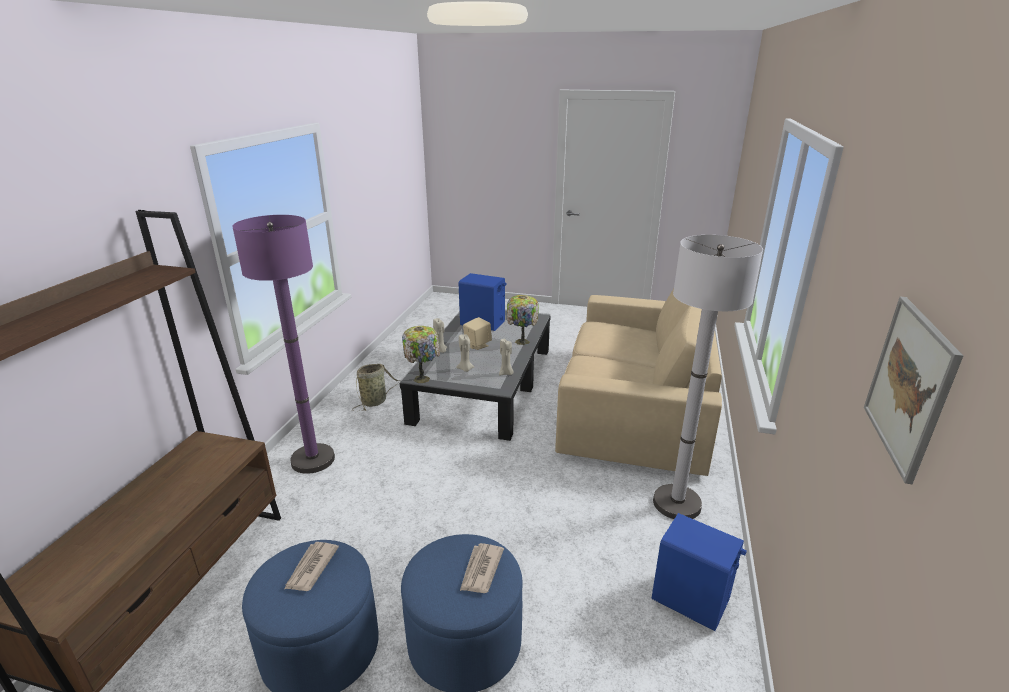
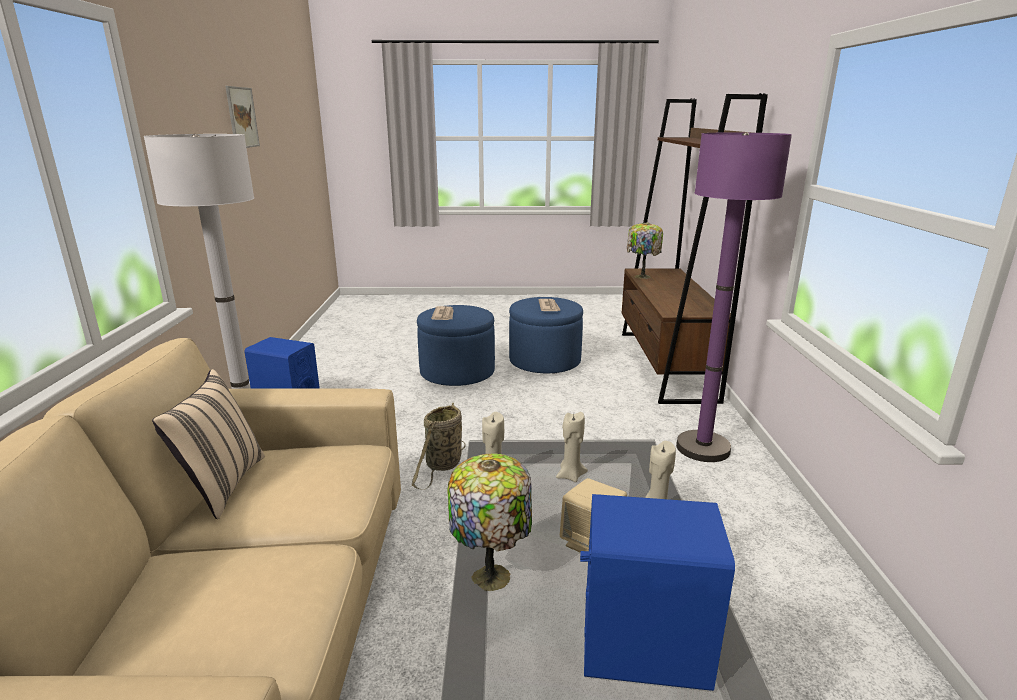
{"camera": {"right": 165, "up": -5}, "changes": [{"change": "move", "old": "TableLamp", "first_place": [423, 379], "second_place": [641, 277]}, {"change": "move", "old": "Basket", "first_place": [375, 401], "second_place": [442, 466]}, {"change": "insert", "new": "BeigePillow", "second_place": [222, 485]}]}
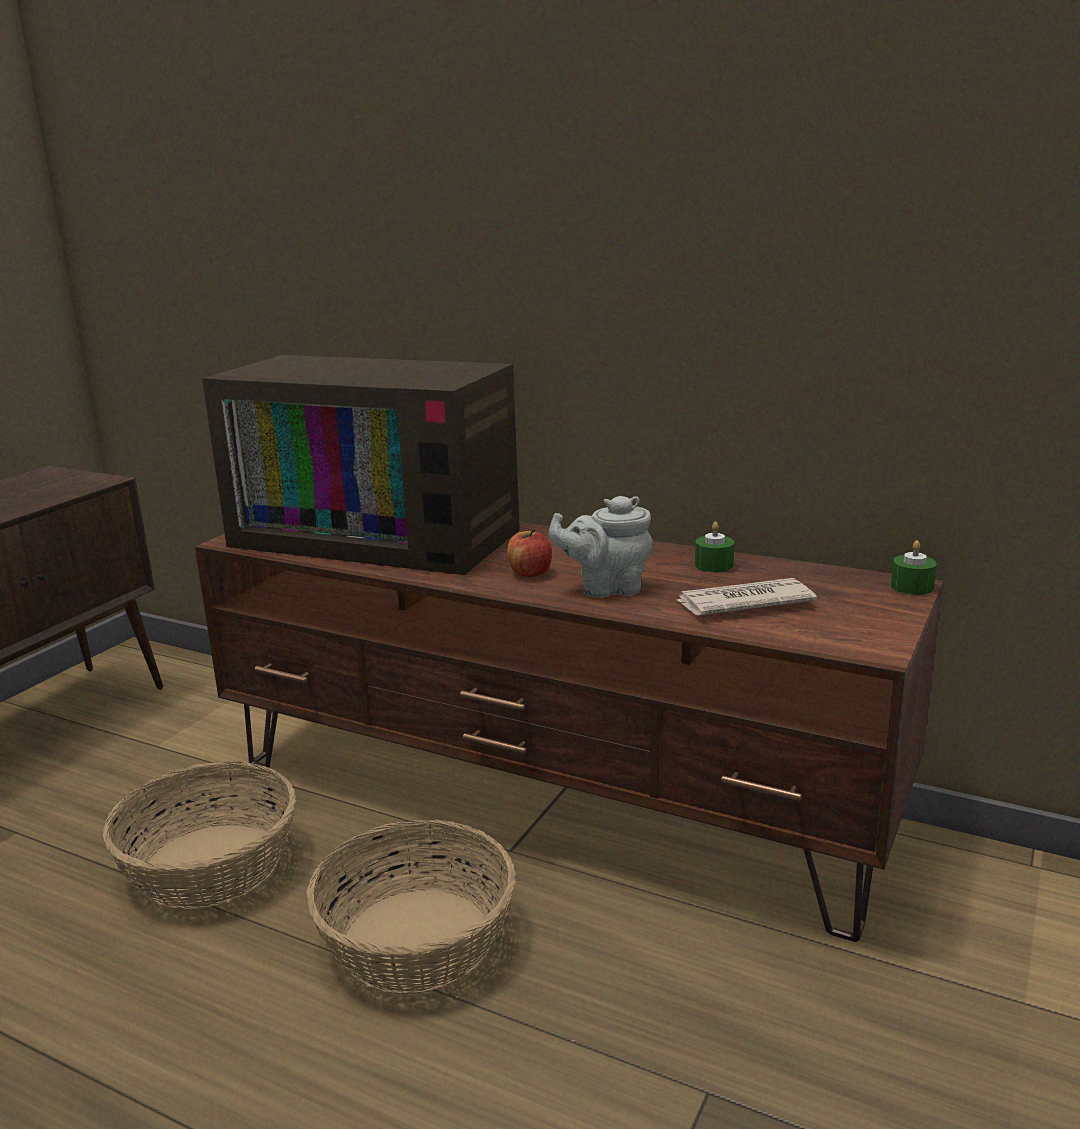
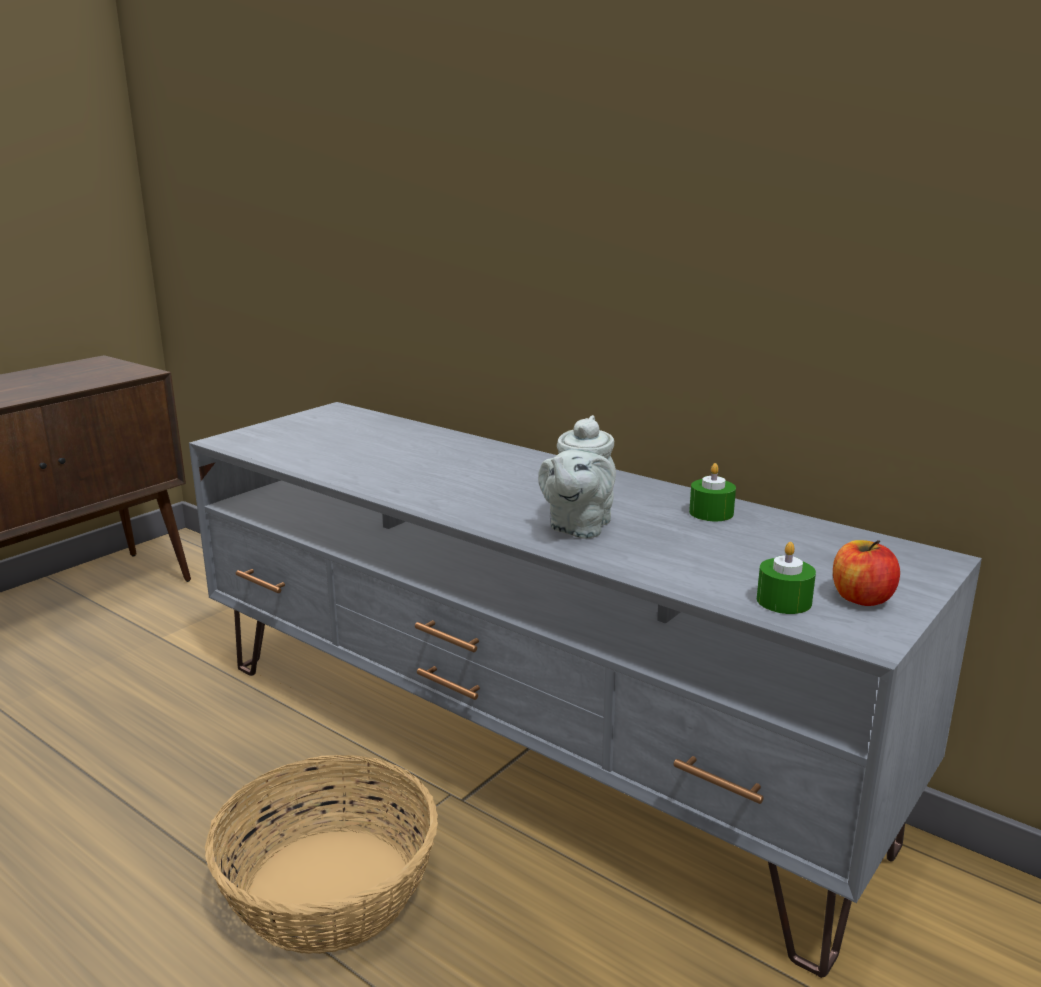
{"camera": {"right": 10, "up": 0}, "changes": [{"change": "delete", "old": "Television", "first_place": [381, 535]}, {"change": "rotate", "old": "GreyTeapot", "first_place": [606, 588], "second_place": [578, 527], "degrees": -75}, {"change": "recolor", "old": "BrownTvStand", "new": "GreyTvStand", "first_place": [551, 798], "second_place": [524, 746]}, {"change": "move", "old": "Apple", "first_place": [529, 573], "second_place": [861, 598]}, {"change": "move", "old": "GreenCandle", "first_place": [912, 586], "second_place": [784, 601]}, {"change": "delete", "old": "Newspaper", "first_place": [742, 602]}, {"change": "delete", "old": "Basket", "first_place": [211, 865]}]}
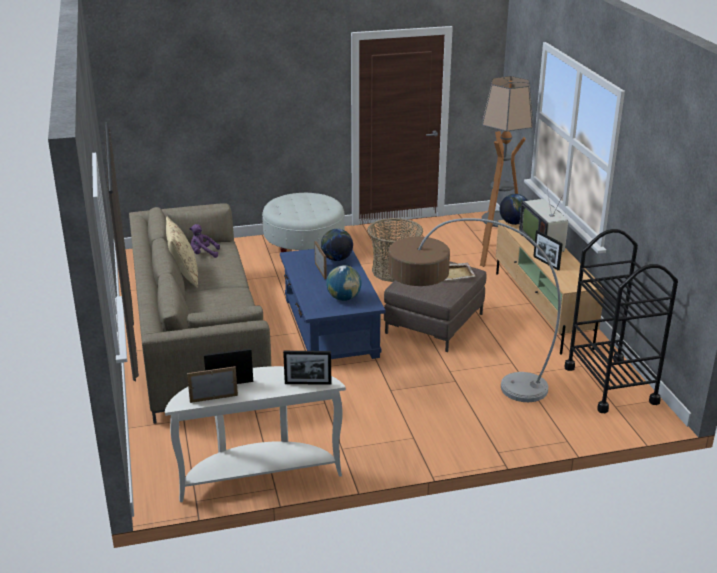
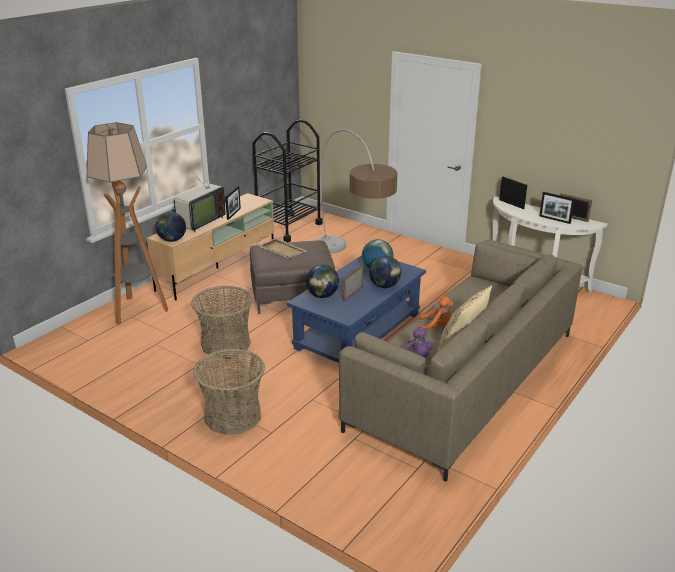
{"camera": {"right": -130, "up": 0}, "changes": [{"change": "replace", "old": "WhiteOttoman", "new": "Basket", "first_place": [304, 248], "second_place": [233, 416]}, {"change": "insert", "new": "Globe", "second_place": [384, 286]}, {"change": "insert", "new": "OrangePlushToy", "second_place": [436, 327]}]}
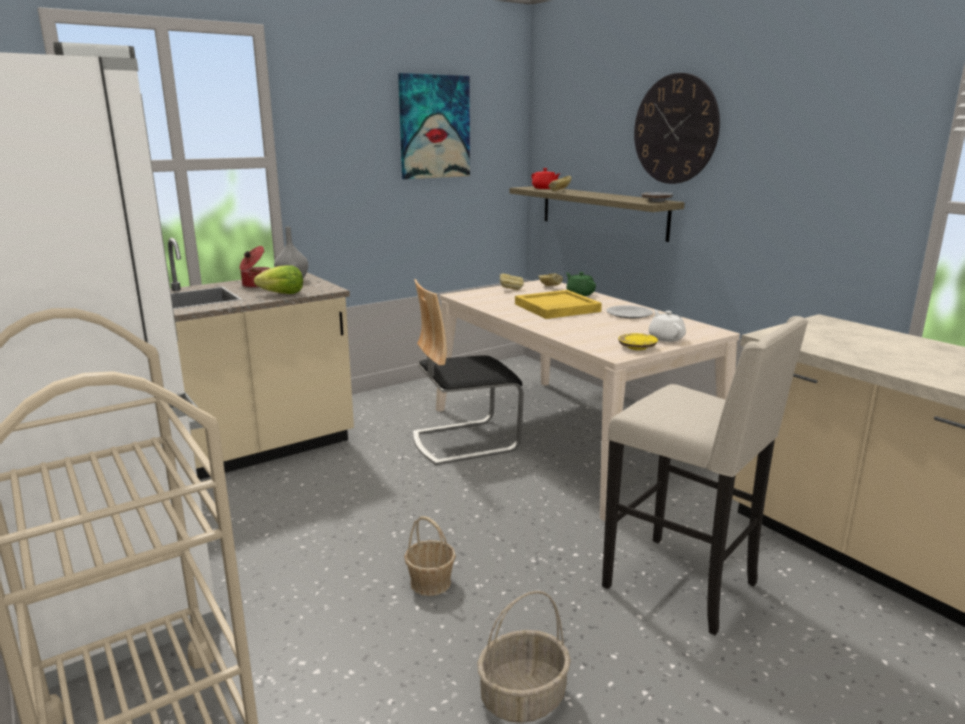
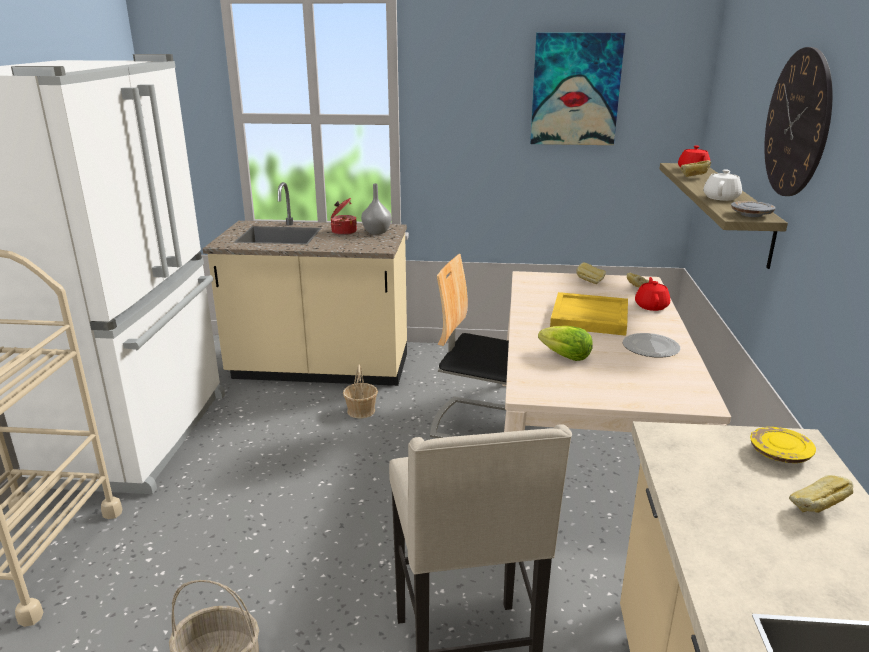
{"camera": {"right": 40, "up": 5}, "changes": [{"change": "move", "old": "Lettuce", "first_place": [283, 294], "second_place": [566, 357]}, {"change": "recolor", "old": "GreenTeapot", "new": "RedTeapot", "first_place": [580, 294], "second_place": [651, 306]}, {"change": "move", "old": "WhiteTeapot", "first_place": [666, 338], "second_place": [721, 198]}, {"change": "move", "old": "YellowPlate", "first_place": [637, 347], "second_place": [779, 454]}, {"change": "move", "old": "Basket", "first_place": [430, 582], "second_place": [361, 411]}, {"change": "insert", "new": "Bread", "second_place": [817, 510]}]}
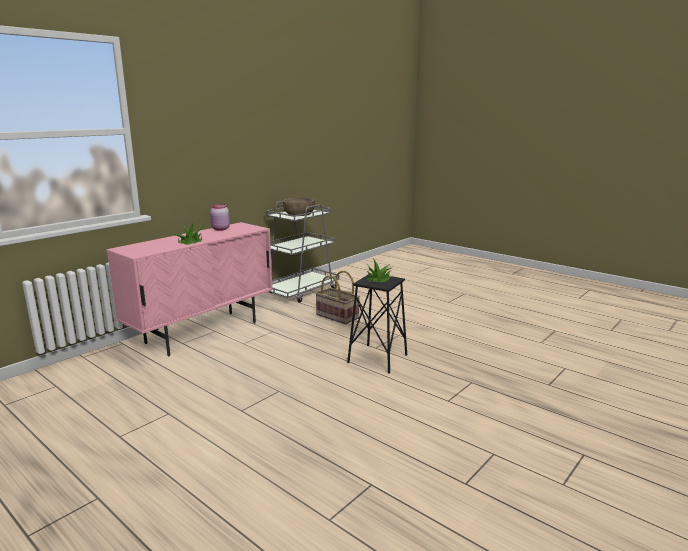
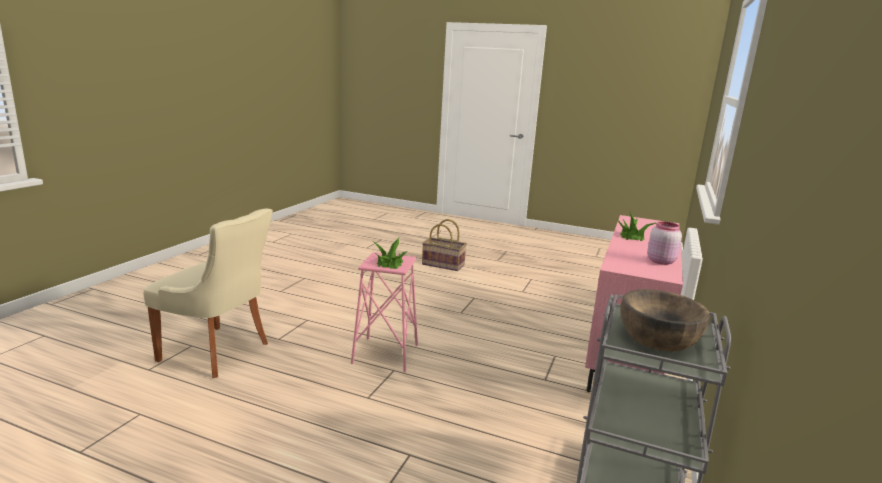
{"camera": {"right": 160, "up": 0}, "changes": [{"change": "move", "old": "Basket", "first_place": [336, 316], "second_place": [443, 264]}, {"change": "recolor", "old": "BlackStool", "new": "PinkStool", "first_place": [377, 358], "second_place": [385, 354]}, {"change": "insert", "new": "BeigeChair", "second_place": [218, 352]}]}
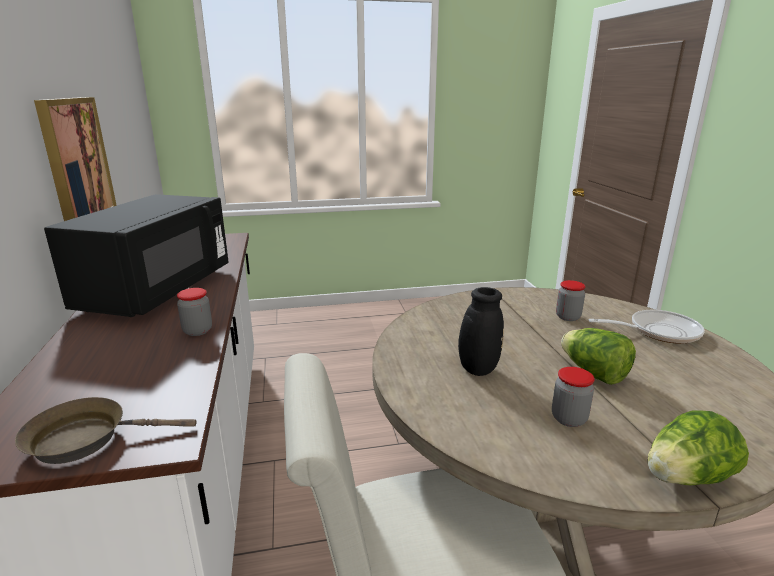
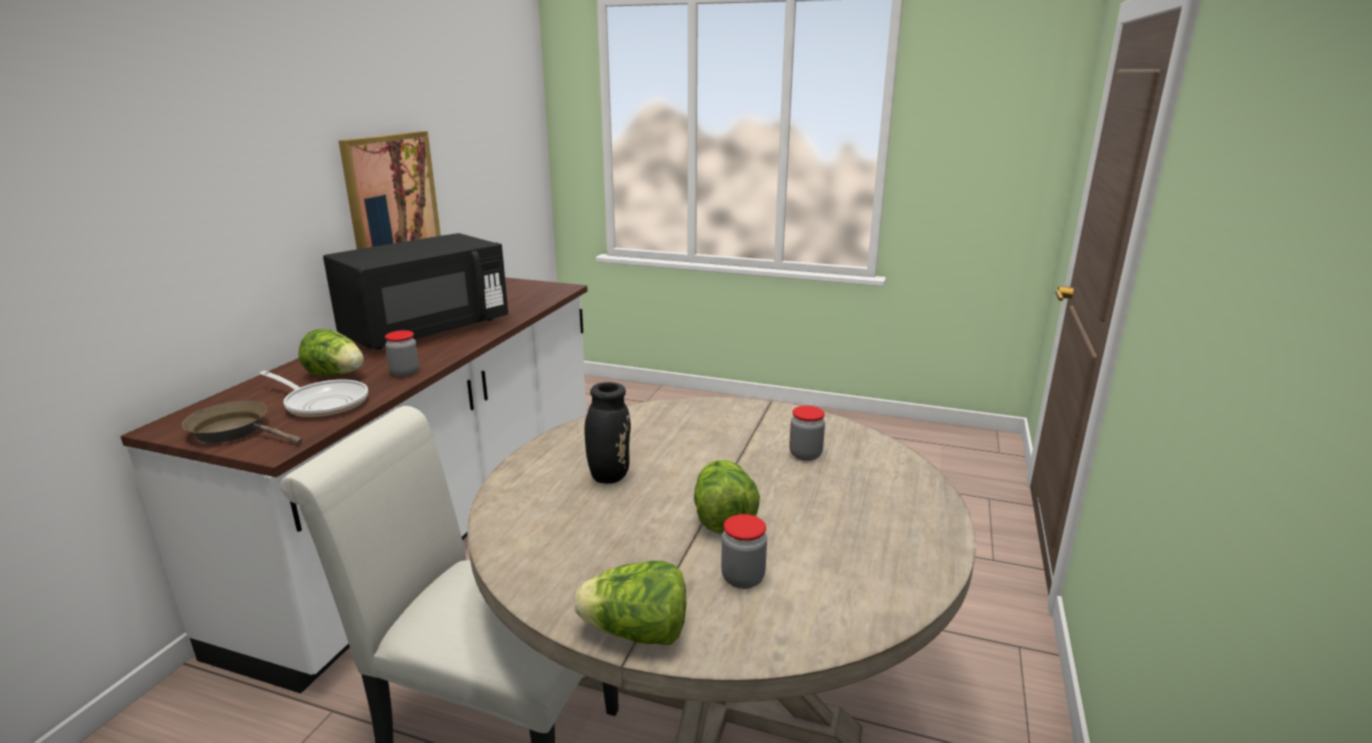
{"camera": {"right": 30, "up": 0}, "changes": [{"change": "move", "old": "FryingPan", "first_place": [658, 331], "second_place": [323, 403]}, {"change": "move", "old": "Jar", "first_place": [569, 418], "second_place": [743, 578]}, {"change": "insert", "new": "Lettuce", "second_place": [336, 375]}]}
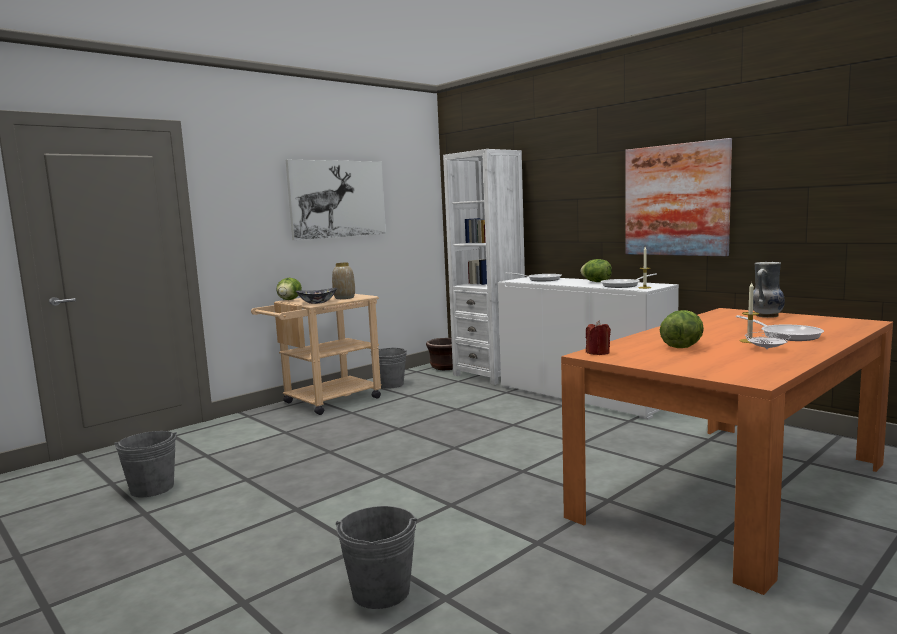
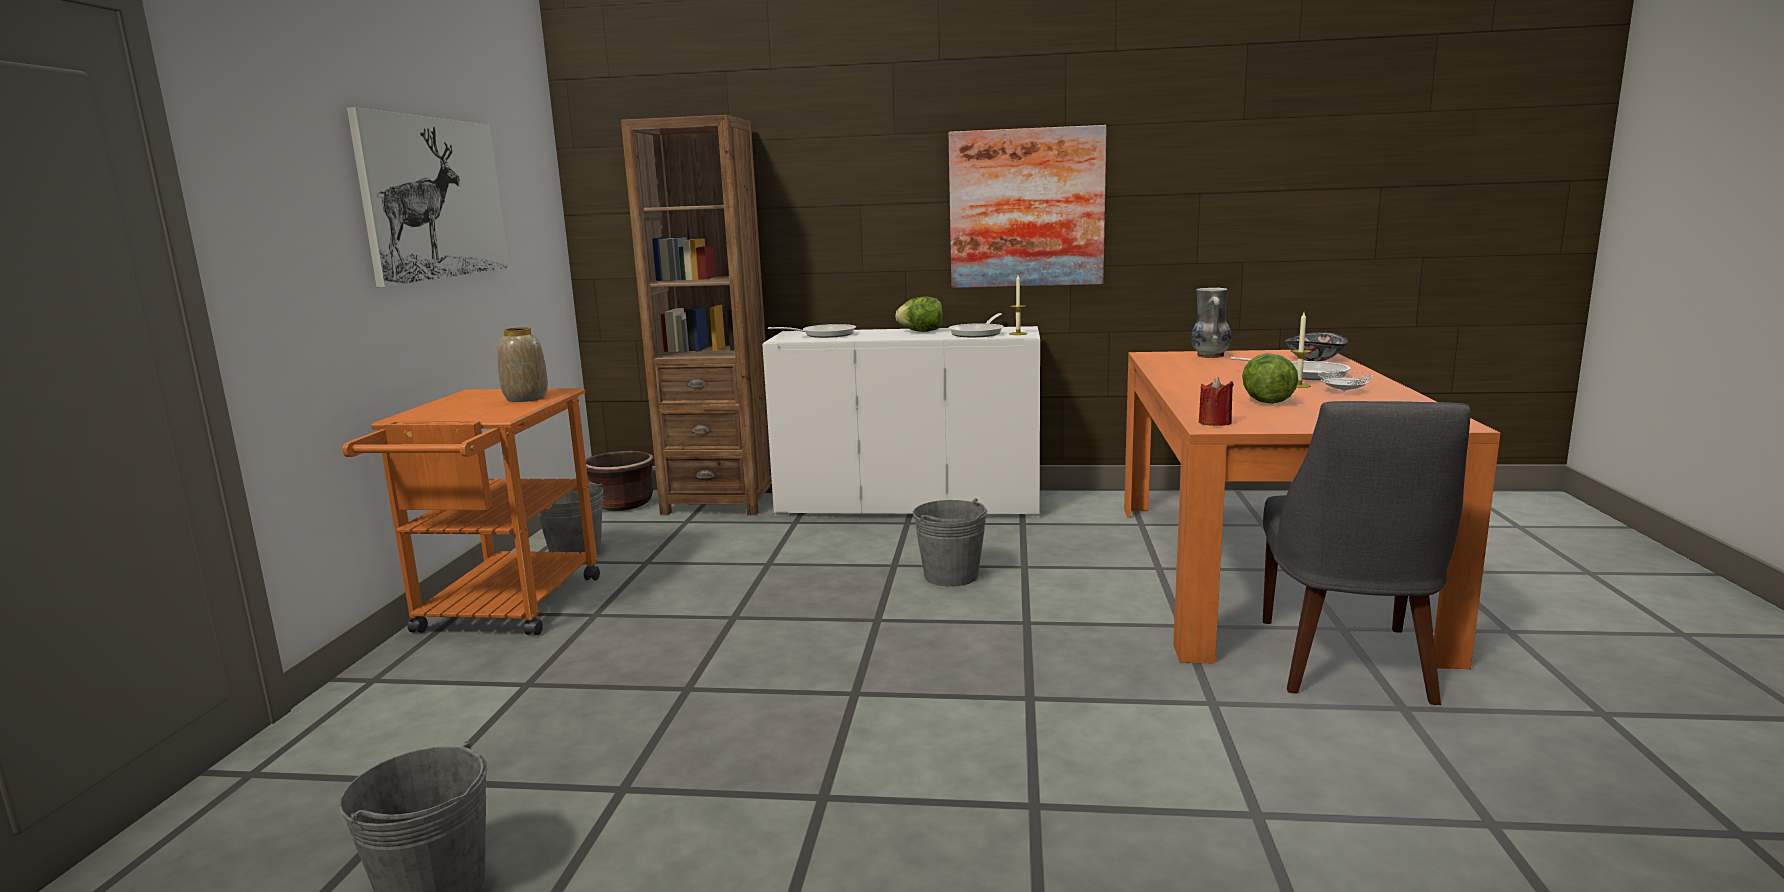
{"camera": {"right": -40, "up": 5}, "changes": [{"change": "recolor", "old": "WhiteBookcase", "new": "BrownBookcase", "first_place": [490, 375], "second_place": [719, 502]}, {"change": "delete", "old": "Lettuce", "first_place": [289, 300]}, {"change": "move", "old": "Bowl", "first_place": [317, 302], "second_place": [1314, 359]}, {"change": "recolor", "old": "BeigeCart", "new": "OrangeCart", "first_place": [325, 402], "second_place": [502, 611]}, {"change": "move", "old": "GreyBucket", "first_place": [381, 591], "second_place": [951, 576]}, {"change": "insert", "new": "GreyChair", "second_place": [1346, 664]}]}
